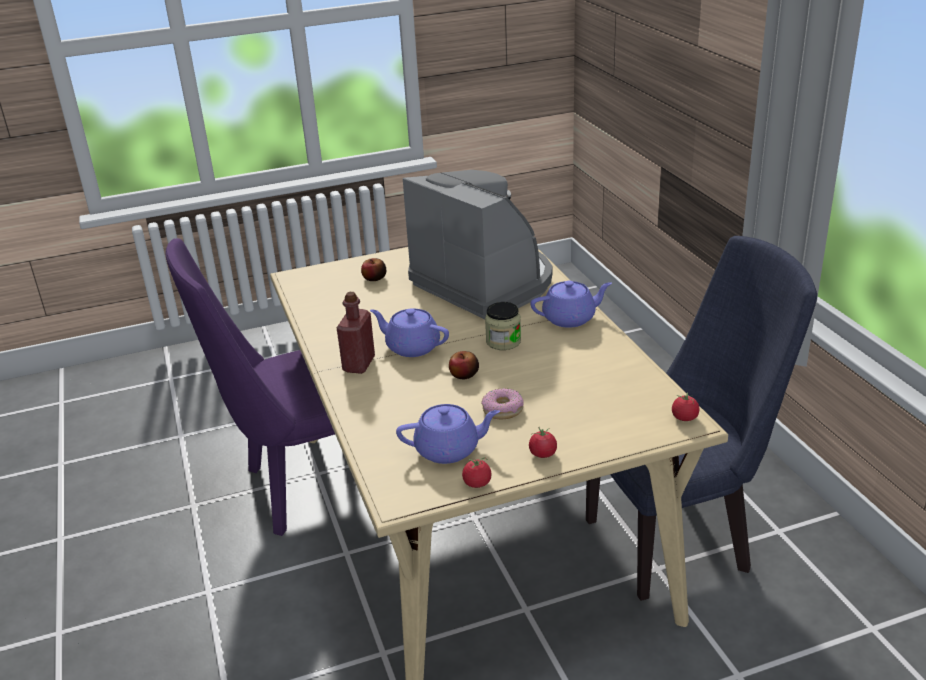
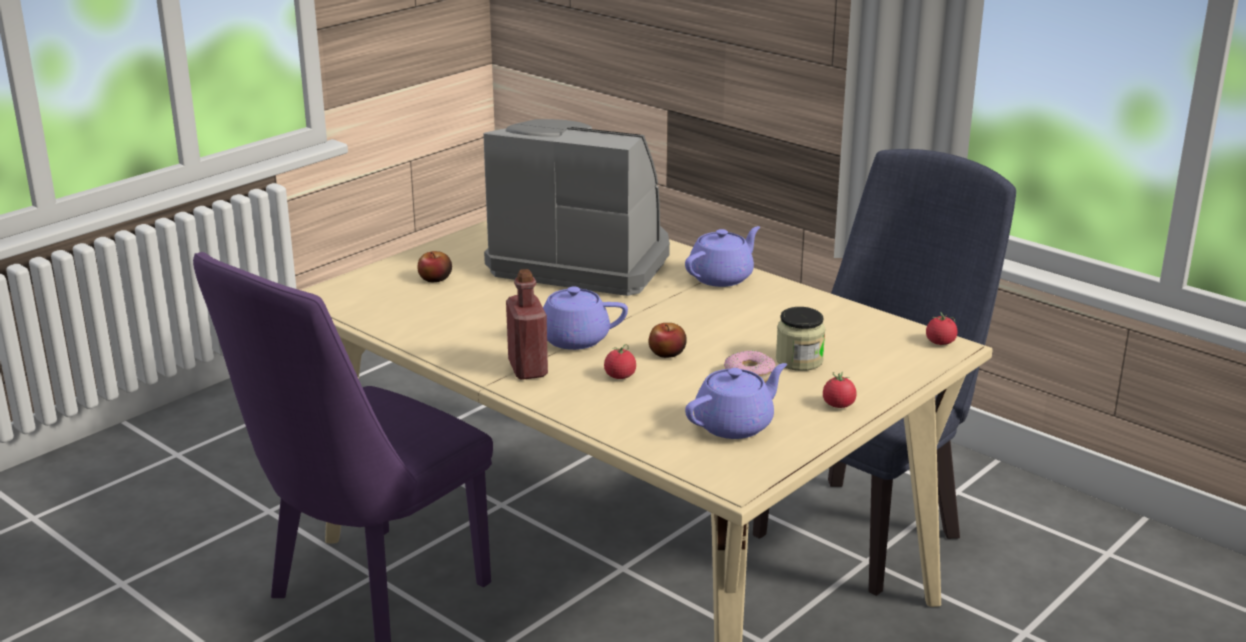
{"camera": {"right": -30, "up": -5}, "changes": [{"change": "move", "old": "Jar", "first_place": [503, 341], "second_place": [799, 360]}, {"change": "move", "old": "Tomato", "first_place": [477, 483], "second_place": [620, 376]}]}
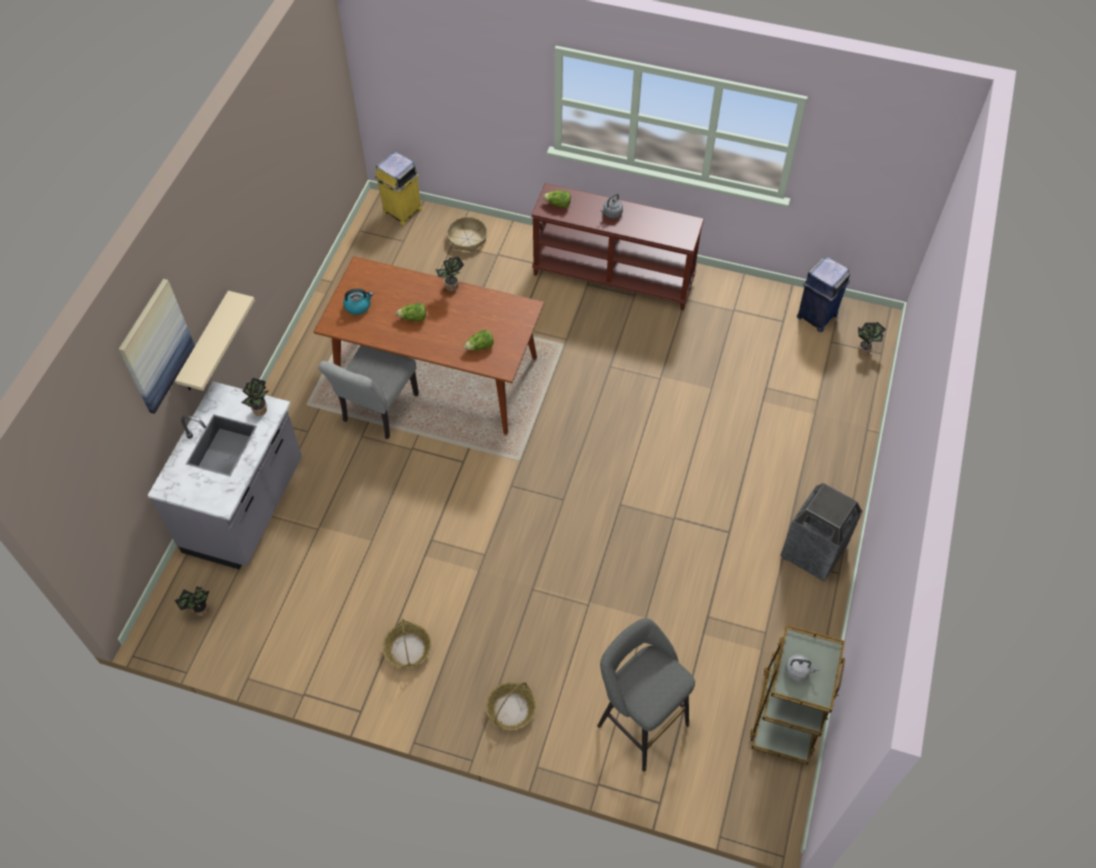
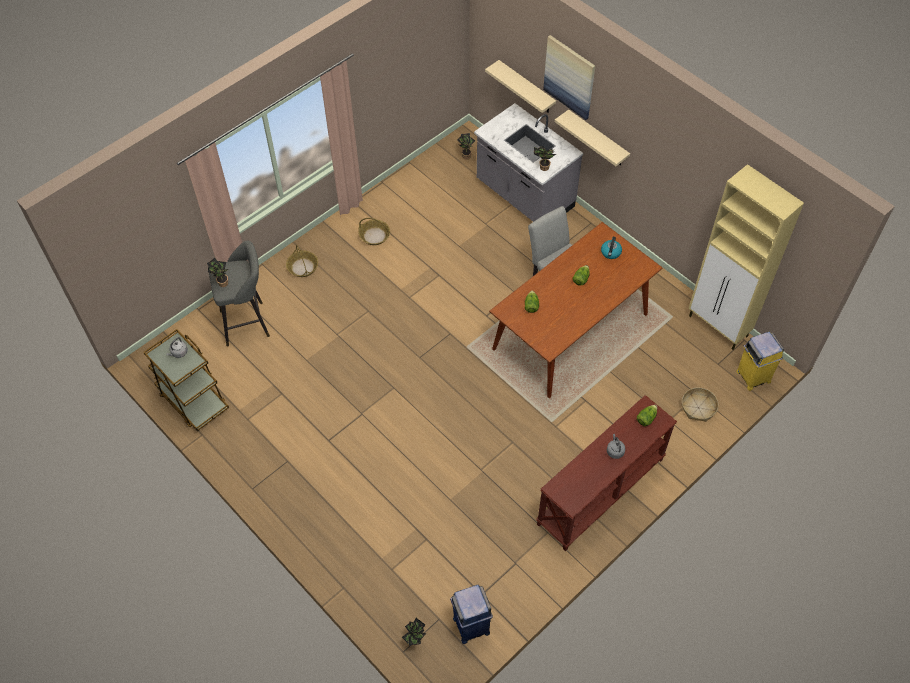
{"camera": {"right": 120, "up": 0}, "changes": [{"change": "move", "old": "PottedPlant", "first_place": [452, 288], "second_place": [222, 282]}, {"change": "delete", "old": "TrashCan", "first_place": [813, 552]}, {"change": "insert", "new": "BeigeShelf", "second_place": [526, 88]}, {"change": "insert", "new": "BeigeCabinet", "second_place": [718, 326]}]}
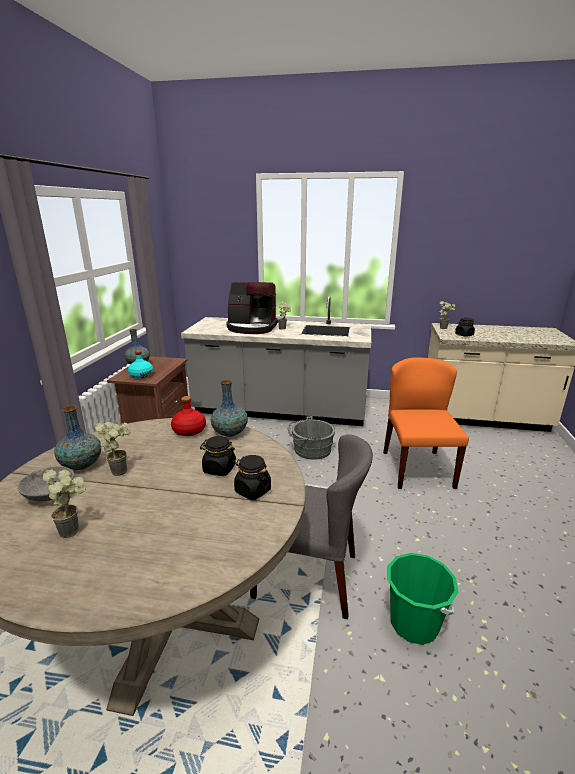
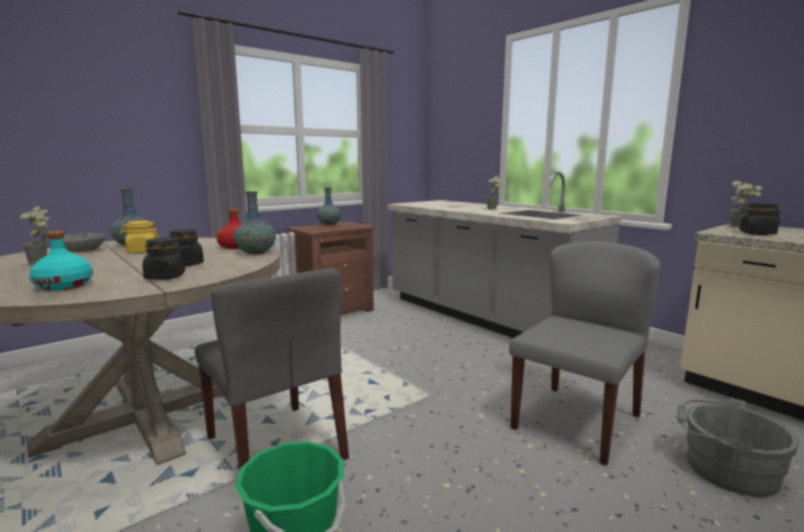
{"camera": {"right": 40, "up": -10}, "changes": [{"change": "delete", "old": "CoffeeMachine", "first_place": [252, 328]}, {"change": "move", "old": "TurquoiseBottle", "first_place": [141, 375], "second_place": [64, 286]}, {"change": "recolor", "old": "OrangeChair", "new": "GreyChair", "first_place": [417, 469], "second_place": [576, 421]}, {"change": "move", "old": "GreyBucket", "first_place": [310, 450], "second_place": [725, 468]}, {"change": "replace", "old": "PottedPlant", "new": "YellowJar", "first_place": [121, 469], "second_place": [142, 251]}]}
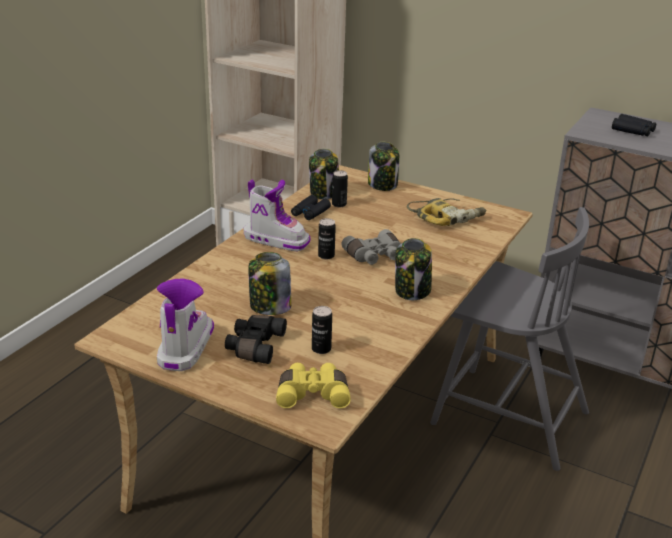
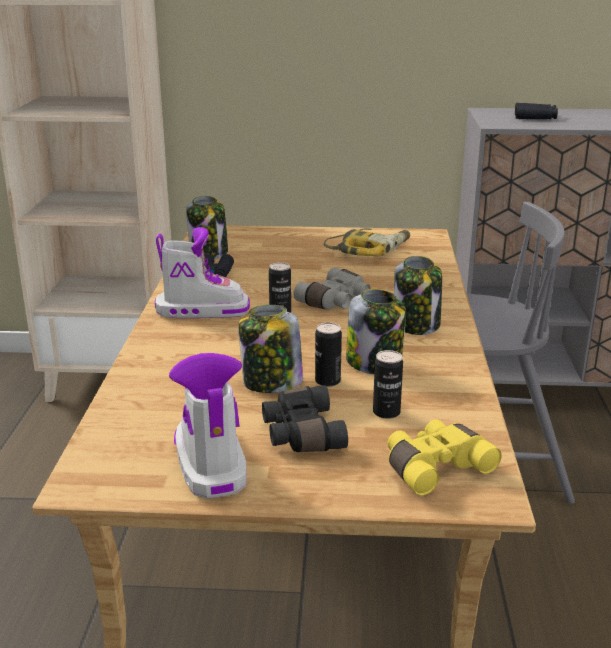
{"camera": {"right": -25, "up": -5}, "changes": [{"change": "move", "old": "Jar", "first_place": [383, 184], "second_place": [375, 363]}, {"change": "move", "old": "Can", "first_place": [339, 204], "second_place": [327, 381]}]}
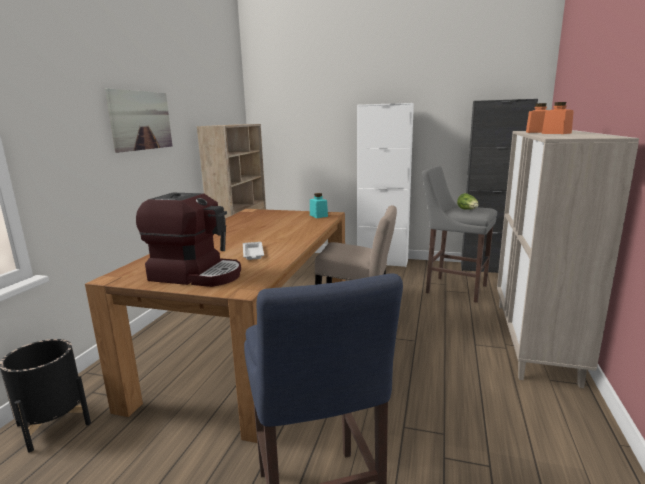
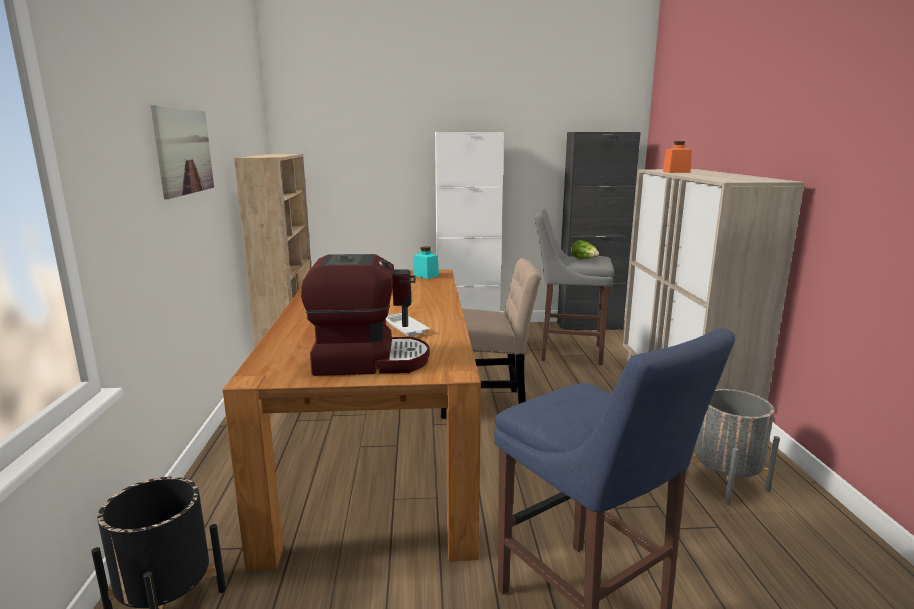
{"camera": {"right": -20, "up": 0}, "changes": [{"change": "delete", "old": "OrangeJar", "first_place": [556, 133]}, {"change": "insert", "new": "GreyPlanter", "second_place": [725, 481]}]}
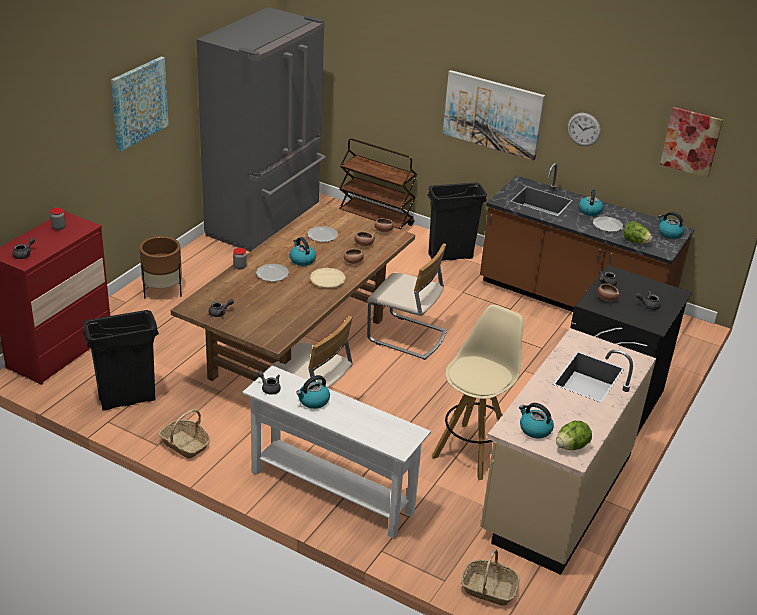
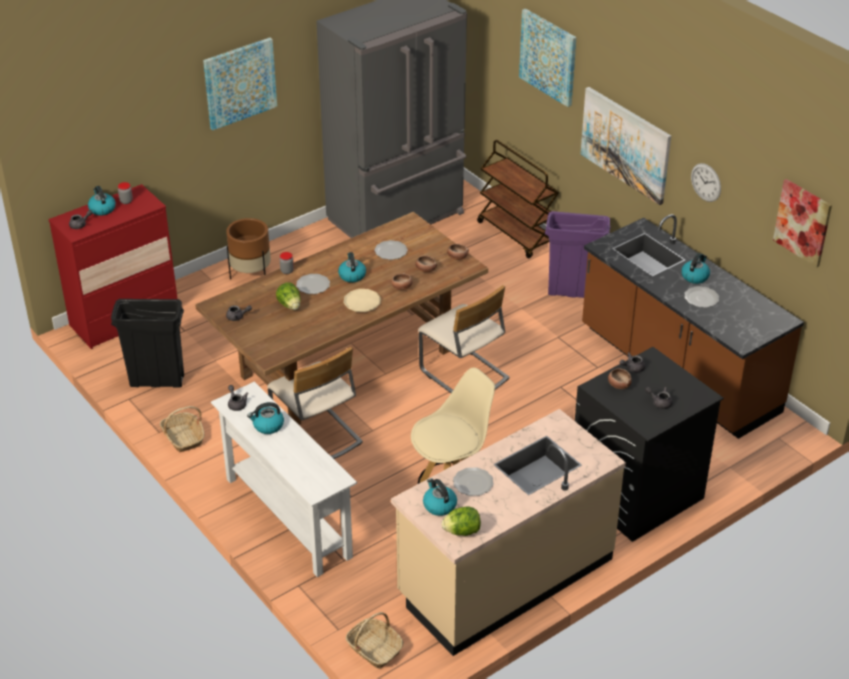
{"camera": {"right": 25, "up": 5}, "changes": [{"change": "recolor", "old": "BlackTrashCan", "new": "PurpleTrashCan", "first_place": [450, 256], "second_place": [572, 292]}, {"change": "move", "old": "Kettle", "first_place": [669, 233], "second_place": [102, 209]}, {"change": "move", "old": "Lettuce", "first_place": [635, 242], "second_place": [290, 305]}, {"change": "insert", "new": "Picture", "second_place": [548, 57]}, {"change": "insert", "new": "Plate", "second_place": [472, 483]}]}
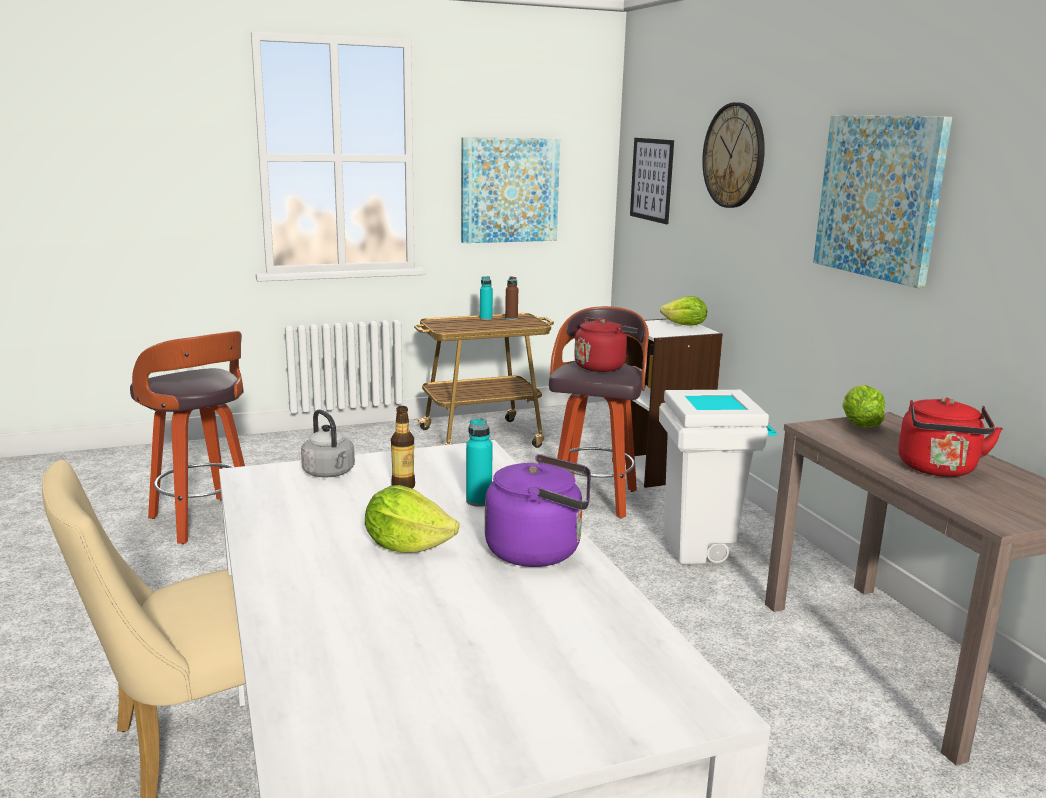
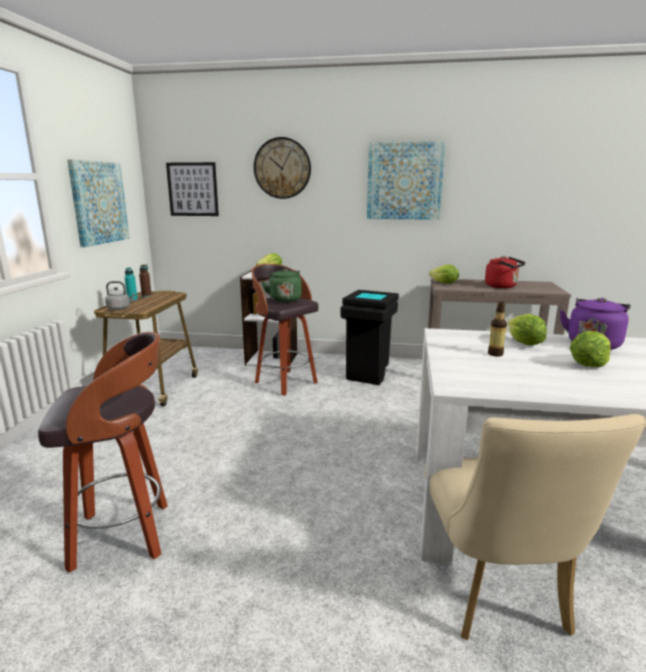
{"camera": {"right": -60, "up": 0}, "changes": [{"change": "recolor", "old": "RedKettle", "new": "GreenKettle", "first_place": [601, 366], "second_place": [284, 299]}, {"change": "recolor", "old": "WhiteTrashCan", "new": "BlackTrashCan", "first_place": [704, 549], "second_place": [368, 376]}, {"change": "move", "old": "GreyKettle", "first_place": [330, 473], "second_place": [120, 308]}, {"change": "replace", "old": "TurquoiseBottle", "new": "Lettuce", "first_place": [479, 501], "second_place": [524, 344]}]}
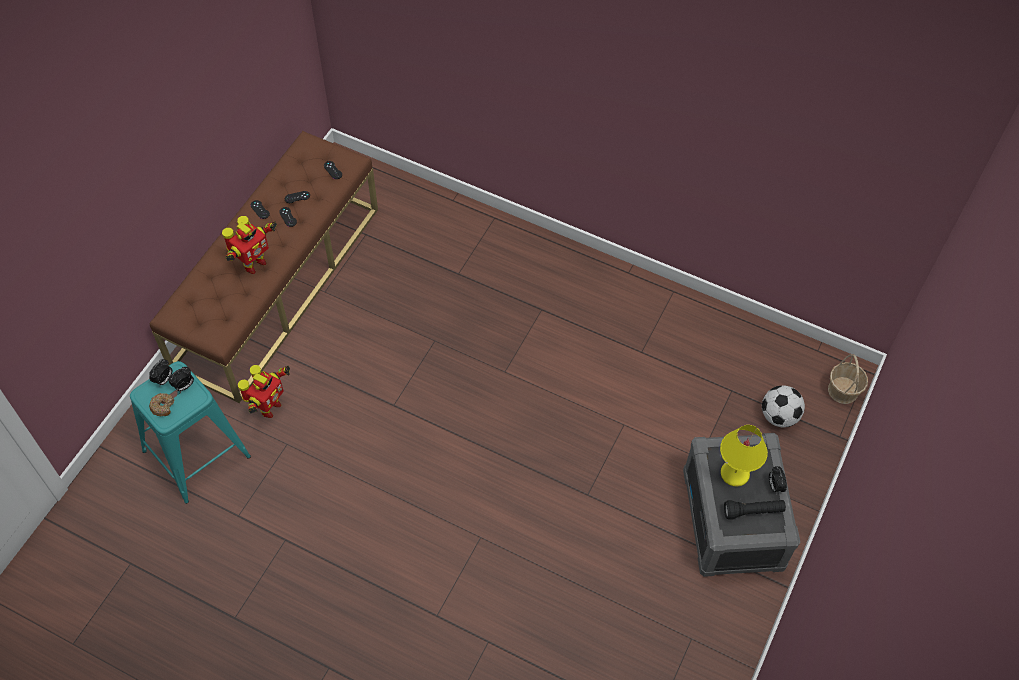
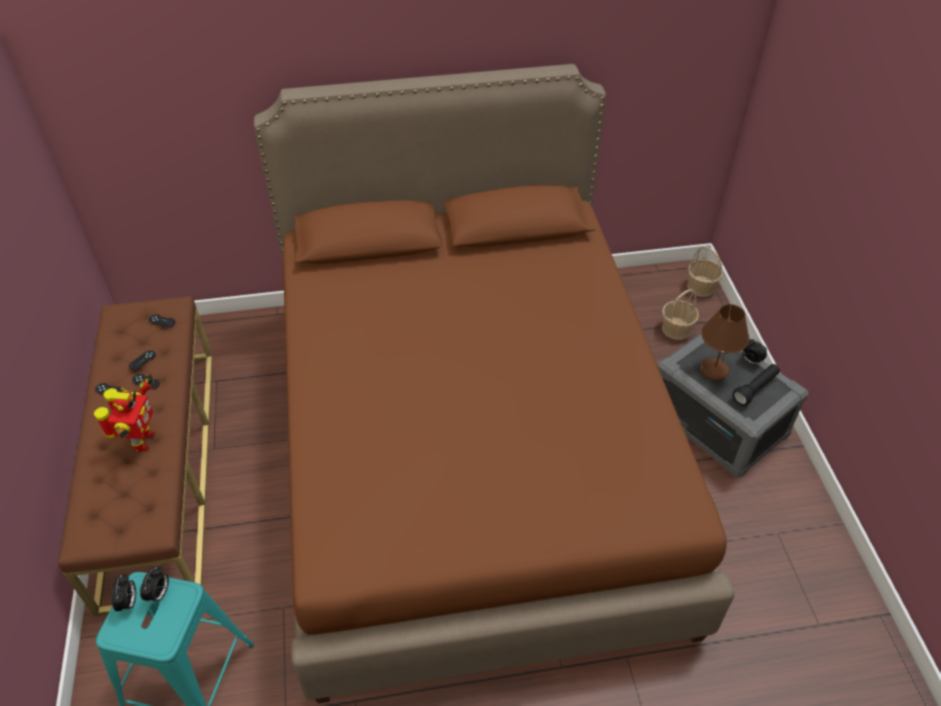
{"camera": {"right": -35, "up": -10}, "changes": [{"change": "delete", "old": "ToyRobot", "first_place": [269, 408]}, {"change": "replace", "old": "Football", "new": "Basket", "first_place": [779, 416], "second_place": [676, 329]}, {"change": "delete", "old": "Donut", "first_place": [162, 406]}, {"change": "recolor", "old": "YellowTableLamp", "new": "BrownTableLamp", "first_place": [734, 473], "second_place": [713, 370]}, {"change": "insert", "new": "BrownBed", "second_place": [470, 451]}]}
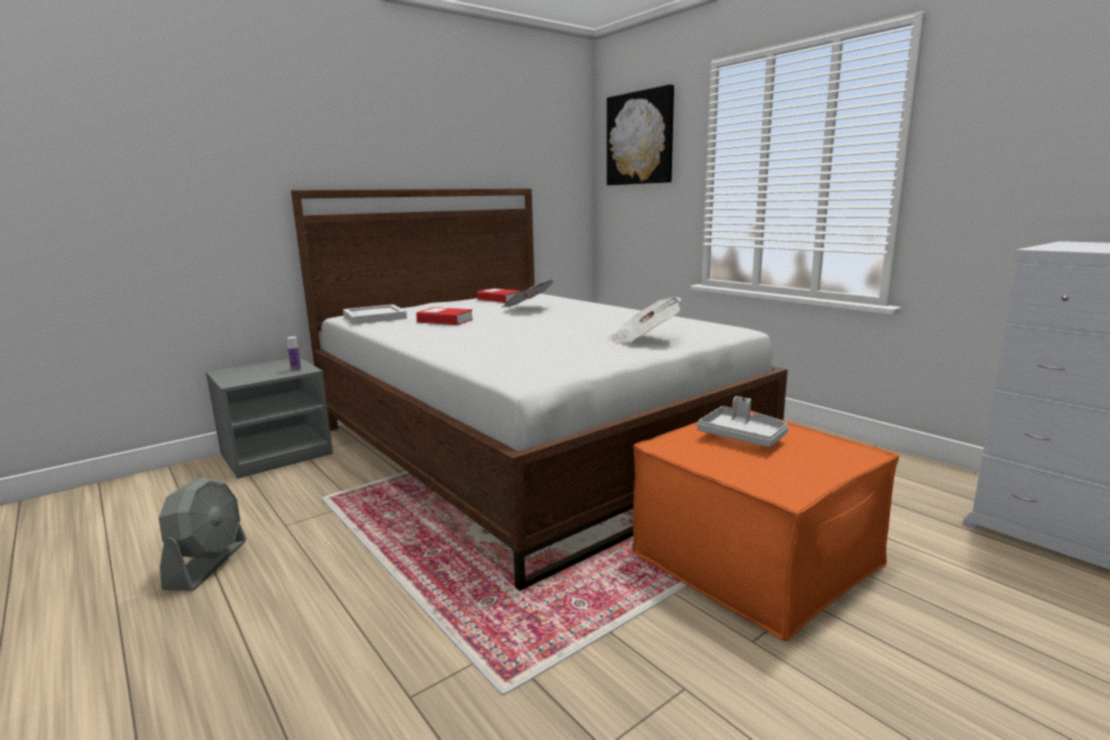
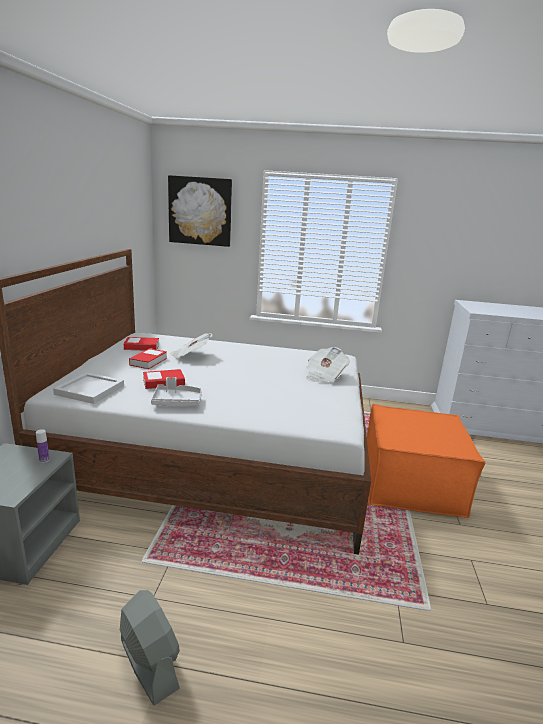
{"camera": {"right": -45, "up": 5}, "changes": [{"change": "move", "old": "GreyTray", "first_place": [742, 436], "second_place": [177, 401]}, {"change": "insert", "new": "Book", "second_place": [148, 361]}]}
